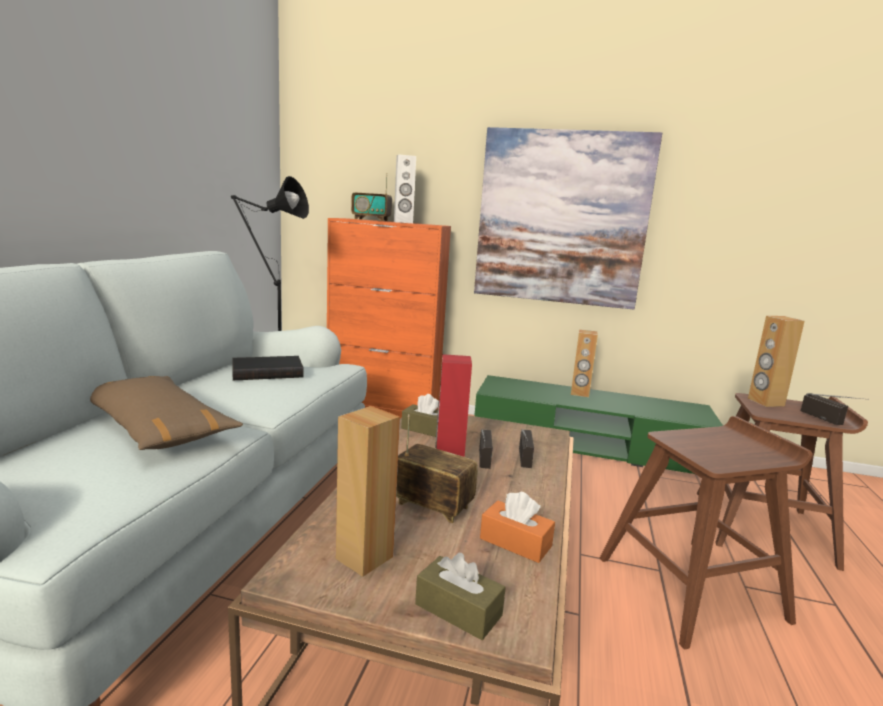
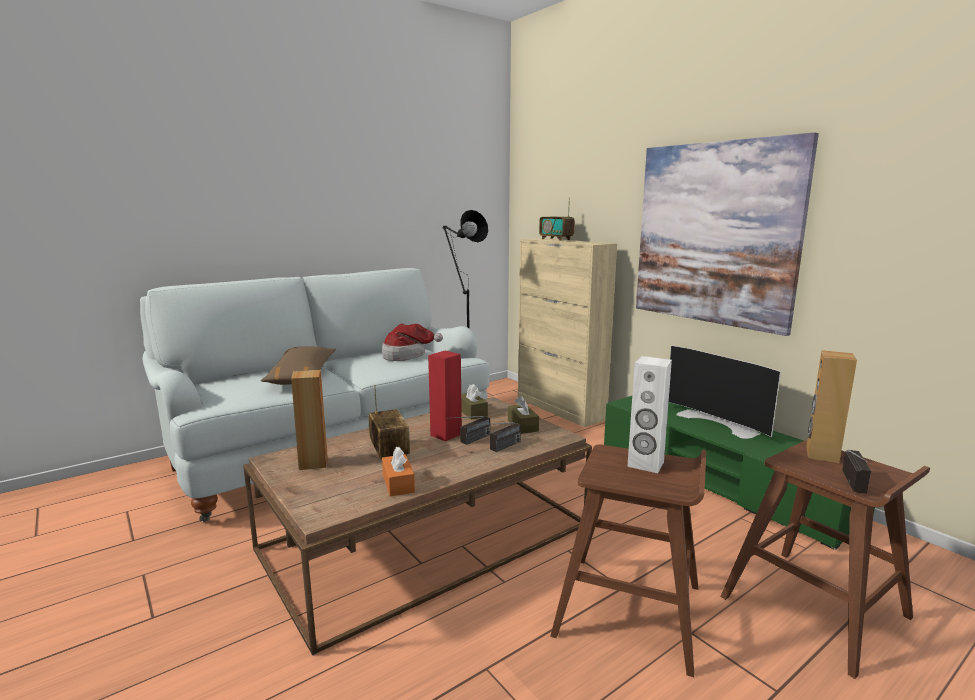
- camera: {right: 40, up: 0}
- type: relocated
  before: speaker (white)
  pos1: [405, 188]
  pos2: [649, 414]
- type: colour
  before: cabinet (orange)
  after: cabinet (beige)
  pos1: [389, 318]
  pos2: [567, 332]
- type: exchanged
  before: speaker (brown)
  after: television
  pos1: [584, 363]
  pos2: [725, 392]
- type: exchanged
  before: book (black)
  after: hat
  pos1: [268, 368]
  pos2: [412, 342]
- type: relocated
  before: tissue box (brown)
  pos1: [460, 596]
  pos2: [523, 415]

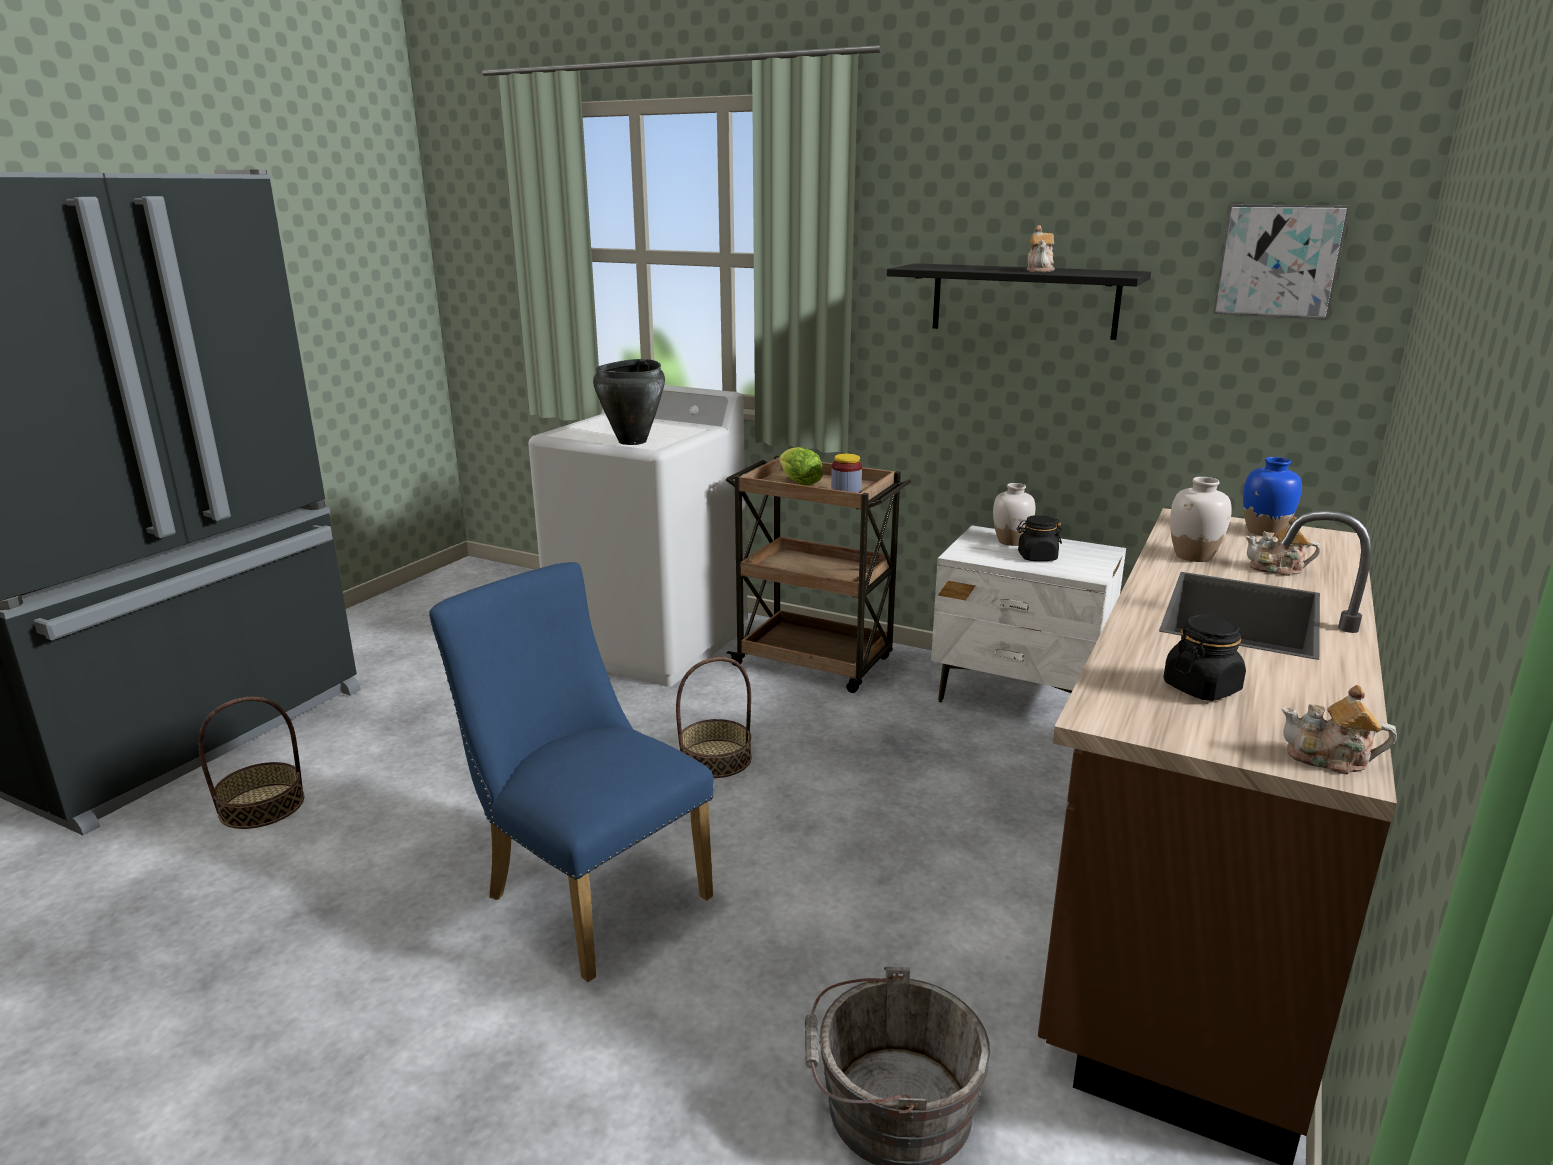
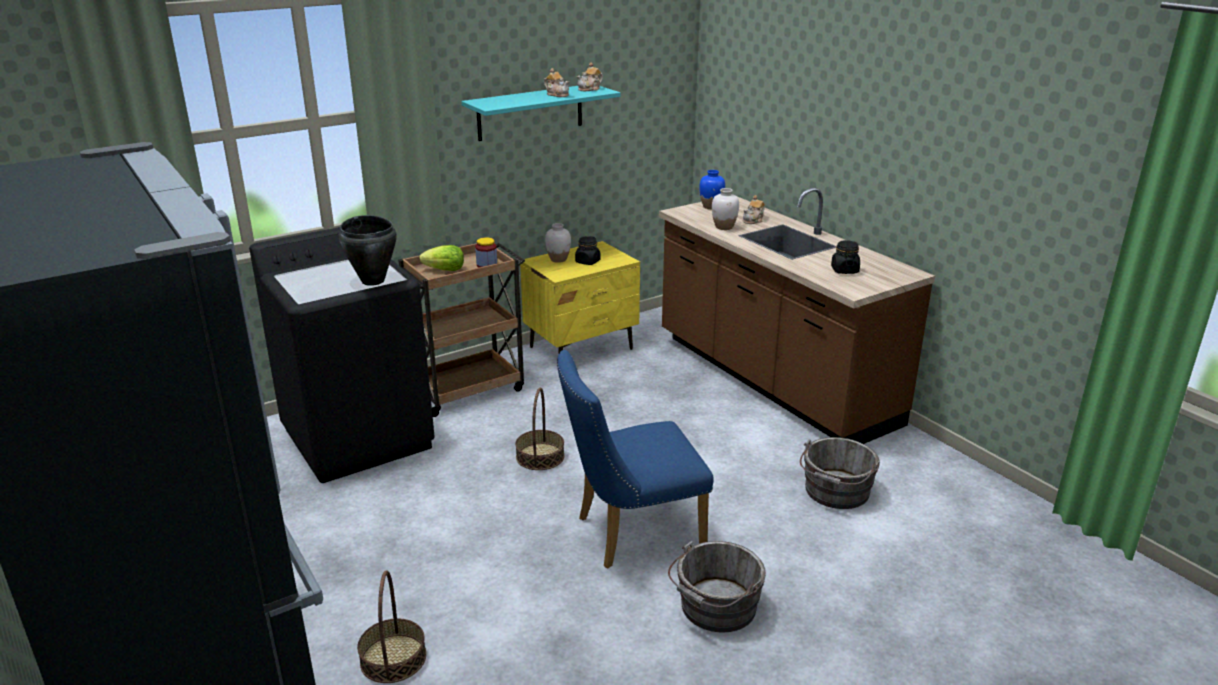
- camera: {right: -60, up: 5}
- type: missing
  before: picture
  pos1: [1281, 262]
- type: colour
  before: shelf (black)
  after: shelf (turquoise)
  pos1: [1019, 301]
  pos2: [540, 113]
- type: colour
  before: washing machine (white)
  after: washing machine (black)
  pos1: [638, 536]
  pos2: [342, 355]
- type: colour
  before: nightstand (white)
  after: nightstand (yellow)
  pos1: [1028, 613]
  pos2: [580, 297]
- type: relocated
  before: teapot
  pos1: [1339, 729]
  pos2: [589, 76]
- type: appeared
  after: bucket (grey)
  pos2: [717, 587]

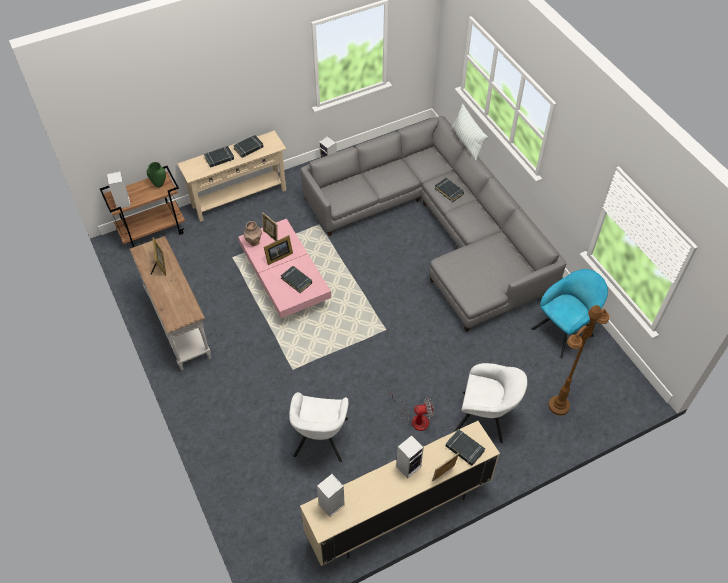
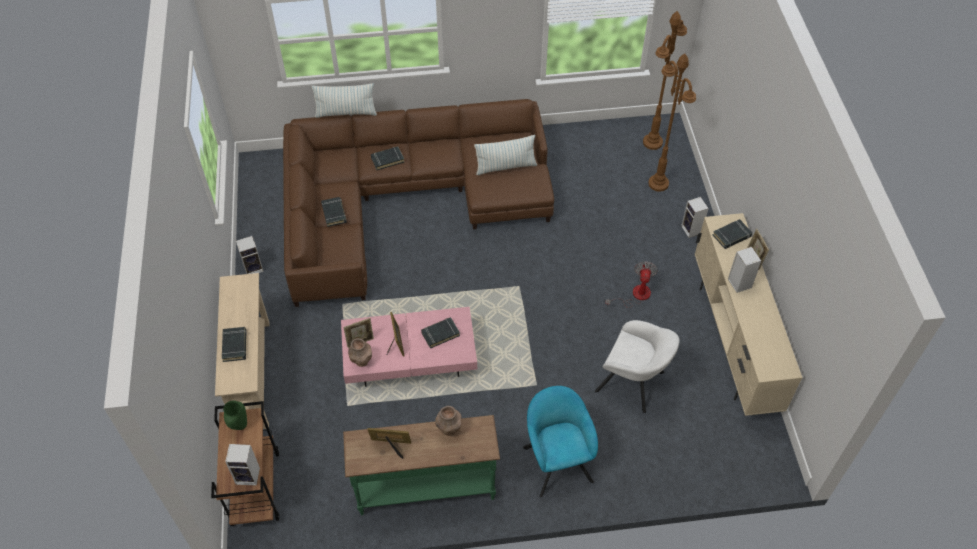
- camera: {right: -70, up: 0}
- type: colour
  before: sofa (grey)
  after: sofa (brown)
  pos1: [434, 224]
  pos2: [418, 203]
- type: relocated
  before: book (black)
  pos1: [248, 146]
  pos2: [334, 212]
- type: colour
  before: console table (white)
  after: console table (green)
  pos1: [170, 303]
  pos2: [421, 465]
- type: relocated
  before: armchair (turquoise)
  pos1: [569, 314]
  pos2: [560, 441]
- type: missing
  before: armchair (white)
  pos1: [490, 403]
- type: relocated
  before: speaker
  pos1: [331, 495]
  pos2: [695, 217]
- type: appeared
  after: floor lamp (brown)
  pos2: [665, 80]
- type: appeared
  after: pillow
  pos2: [505, 155]
- type: appeared
  after: vase (brown)
  pos2: [448, 421]

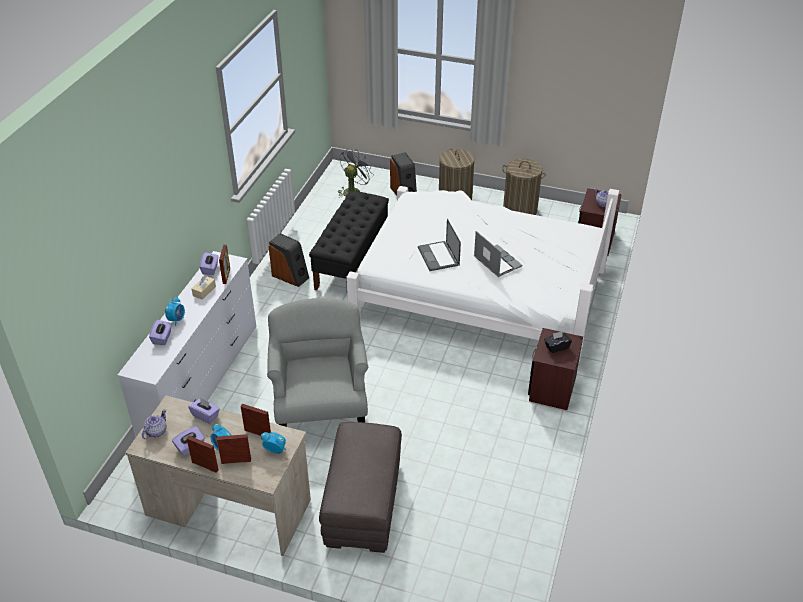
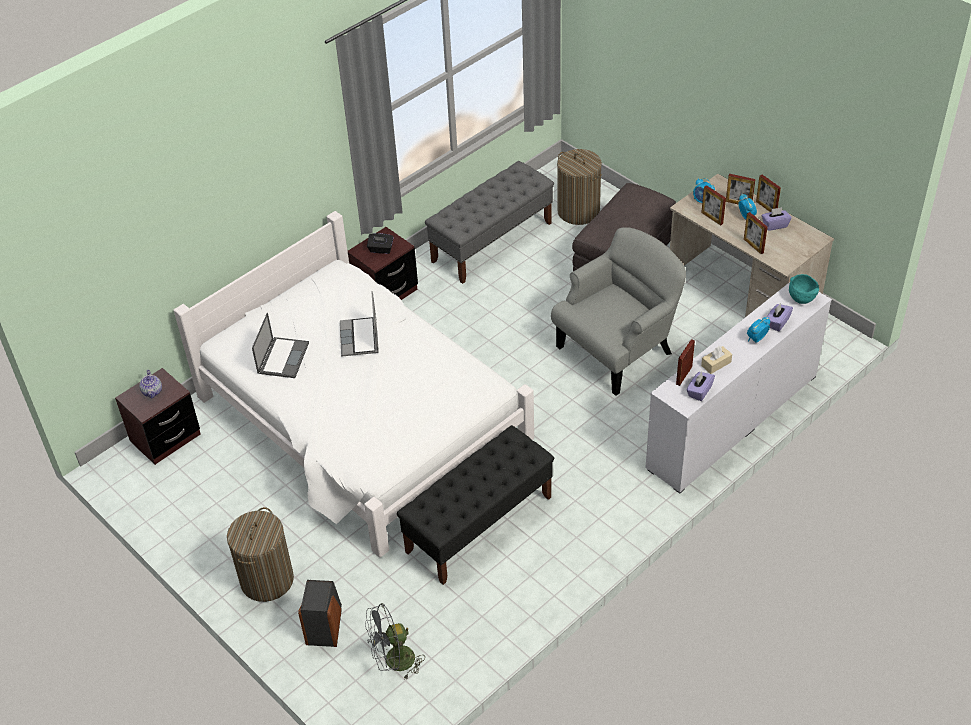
- camera: {right: -150, up: 5}
- type: relocated
  before: laundry basket
  pos1: [524, 187]
  pos2: [579, 187]
- type: relocated
  before: laptop
  pos1: [439, 245]
  pos2: [280, 345]
- type: missing
  before: speaker
  pos1: [289, 260]
- type: spun
  before: armchair (grey)
  pos1: [317, 362]
  pos2: [618, 311]
  turn: -150
- type: exchanged
  before: tissue box (purple)
  after: picture frame
  pos1: [204, 411]
  pos2: [756, 233]
- type: missing
  before: teapot
  pos1: [154, 424]
- type: appeared
  after: bench (grey)
  pos2: [489, 222]
- type: appeared
  after: bowl (turquoise)
  pos2: [804, 289]

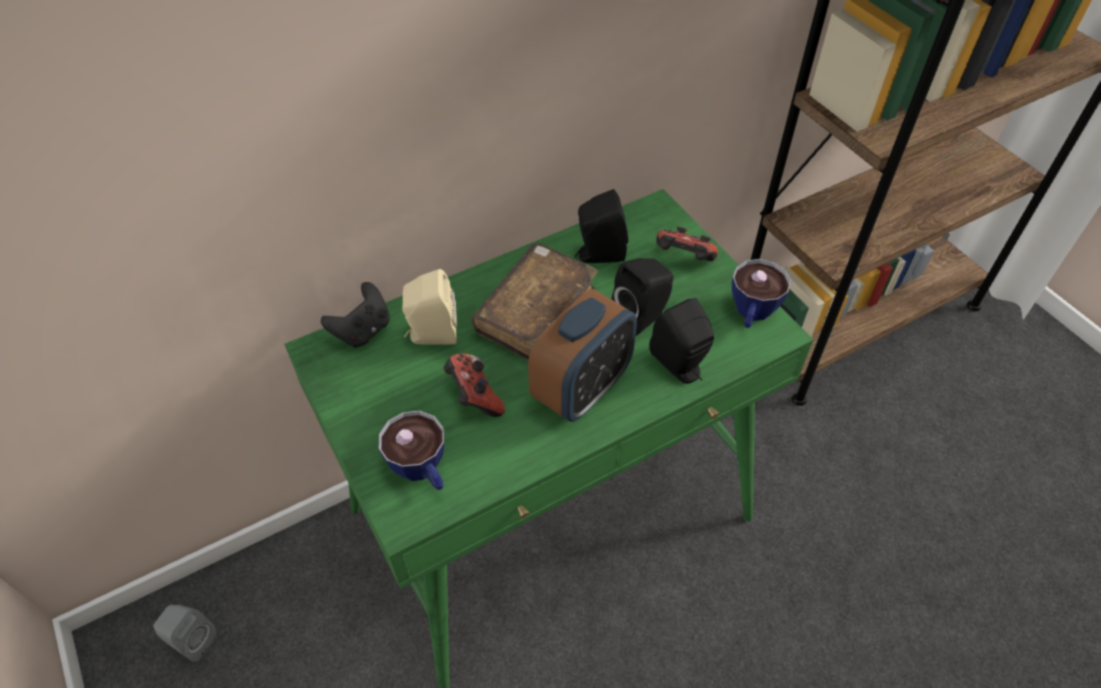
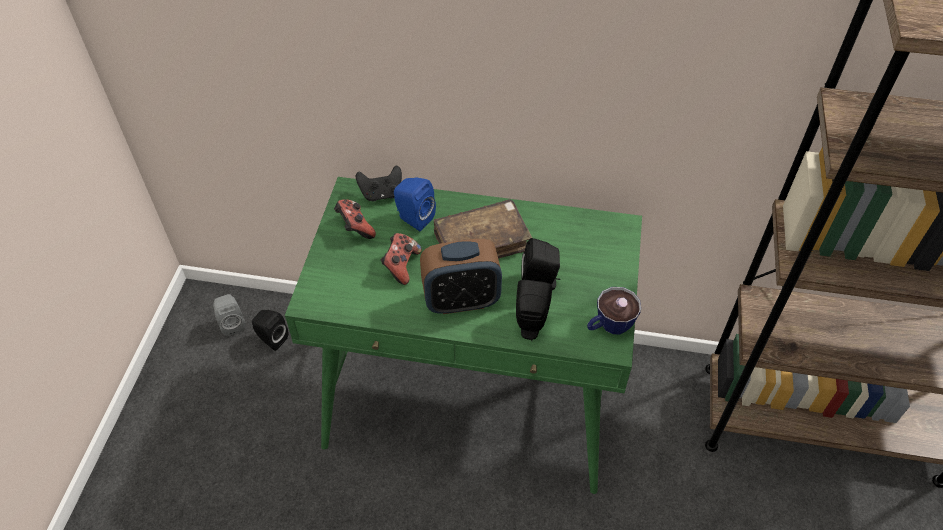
- camera: {right: 40, up: 0}
- type: relocated
  before: speaker (black)
  pos1: [601, 226]
  pos2: [270, 330]
- type: relocated
  before: game controller
  pos1: [687, 244]
  pos2: [355, 219]
- type: colour
  before: speaker (beige)
  after: speaker (blue)
  pos1: [429, 307]
  pos2: [415, 204]
- type: missing
  before: cup
  pos1: [411, 450]

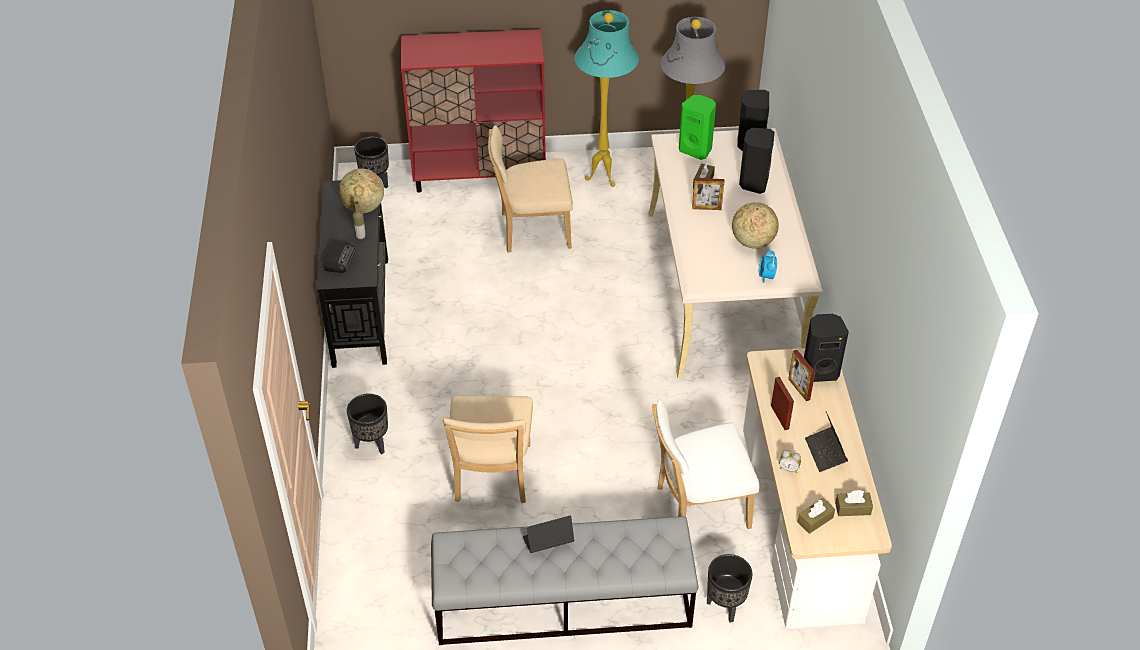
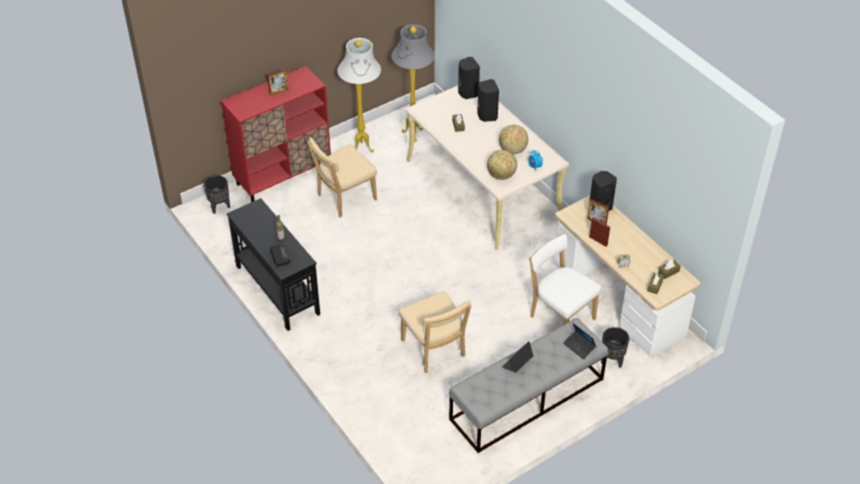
- camera: {right: -30, up: 0}
- type: colour
  before: floor lamp (turquoise)
  after: floor lamp (white)
  pos1: [606, 98]
  pos2: [359, 95]
- type: missing
  before: speaker (green)
  pos1: [697, 127]
- type: relocated
  before: globe
  pos1: [361, 190]
  pos2: [502, 165]
- type: relocated
  before: picture frame
  pos1: [708, 194]
  pos2: [278, 82]
- type: missing
  before: planter (black)
  pos1: [367, 423]
- type: spun
  before: chair (white)
  pos1: [705, 464]
  pos2: [565, 279]
  turn: 90
- type: relocated
  before: laptop
  pos1: [826, 441]
  pos2: [579, 341]

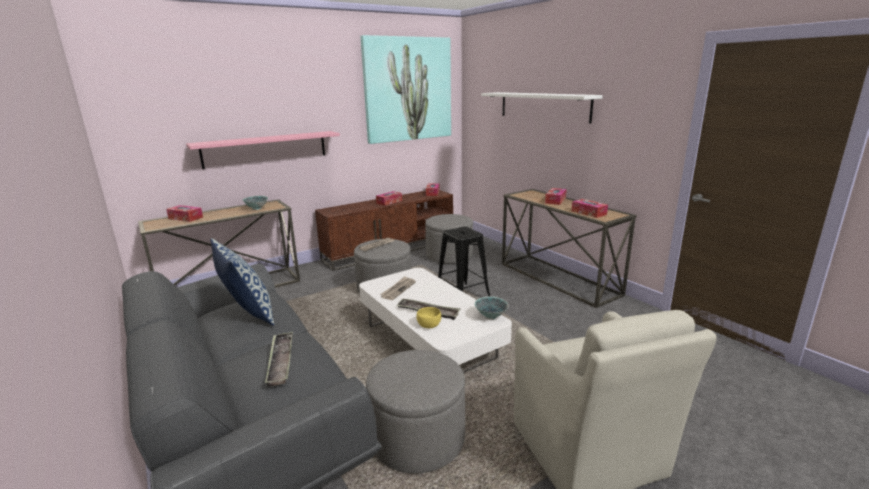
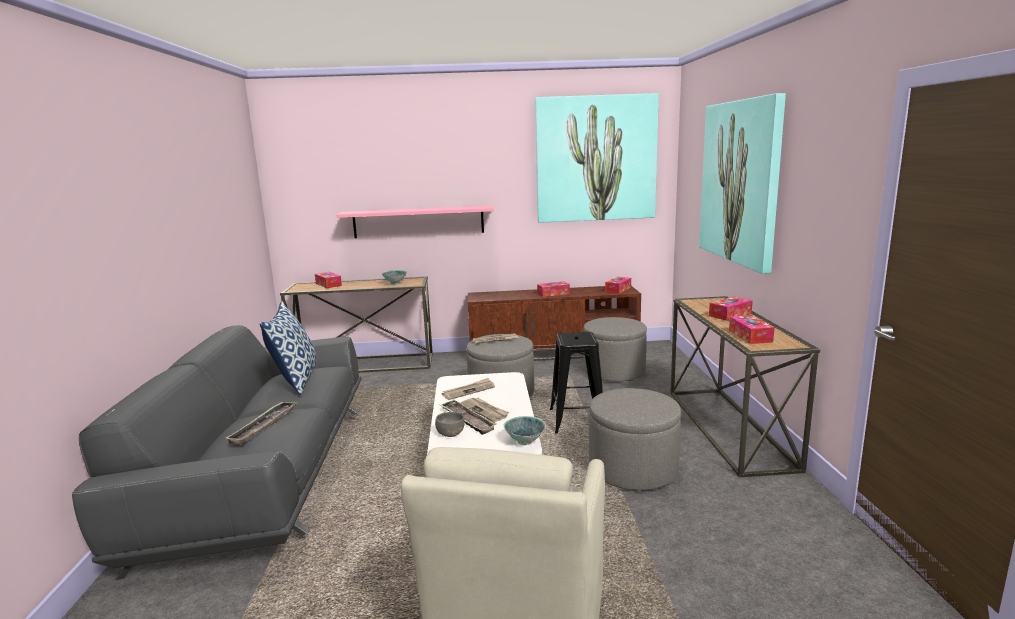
- camera: {right: 30, up: -5}
- type: exchanged
  before: shelf (white)
  after: picture
  pos1: [542, 107]
  pos2: [742, 183]
- type: colour
  before: bowl (yellow)
  after: bowl (grey)
  pos1: [428, 317]
  pos2: [450, 424]
- type: relocated
  before: ottoman (grey)
  pos1: [415, 412]
  pos2: [635, 439]
- type: appeared
  after: newspaper
  pos2: [485, 410]

